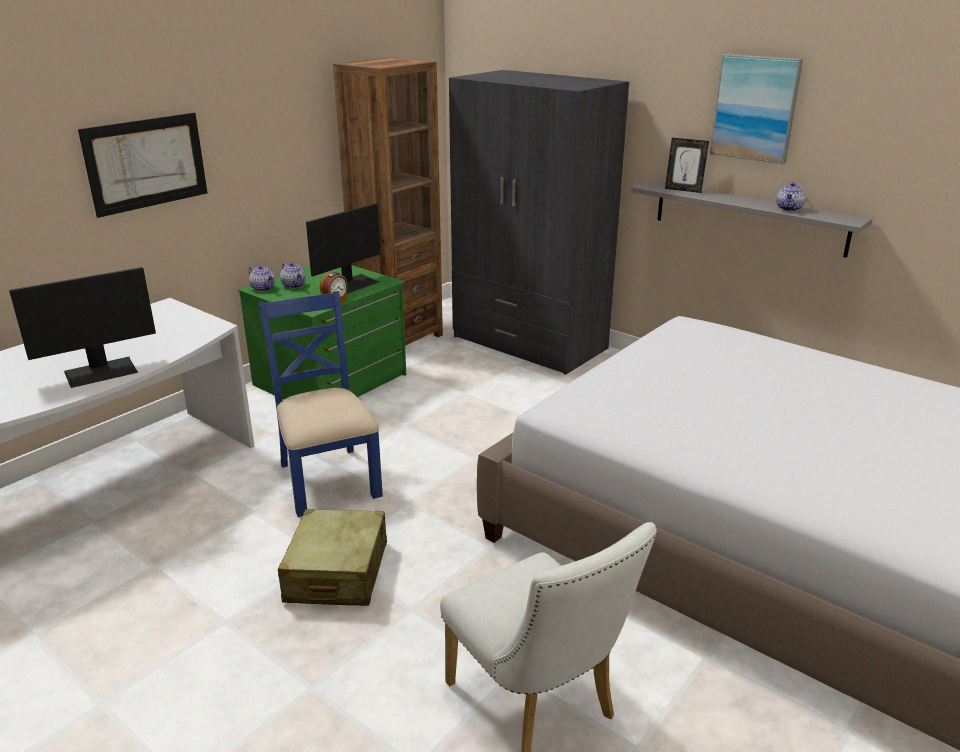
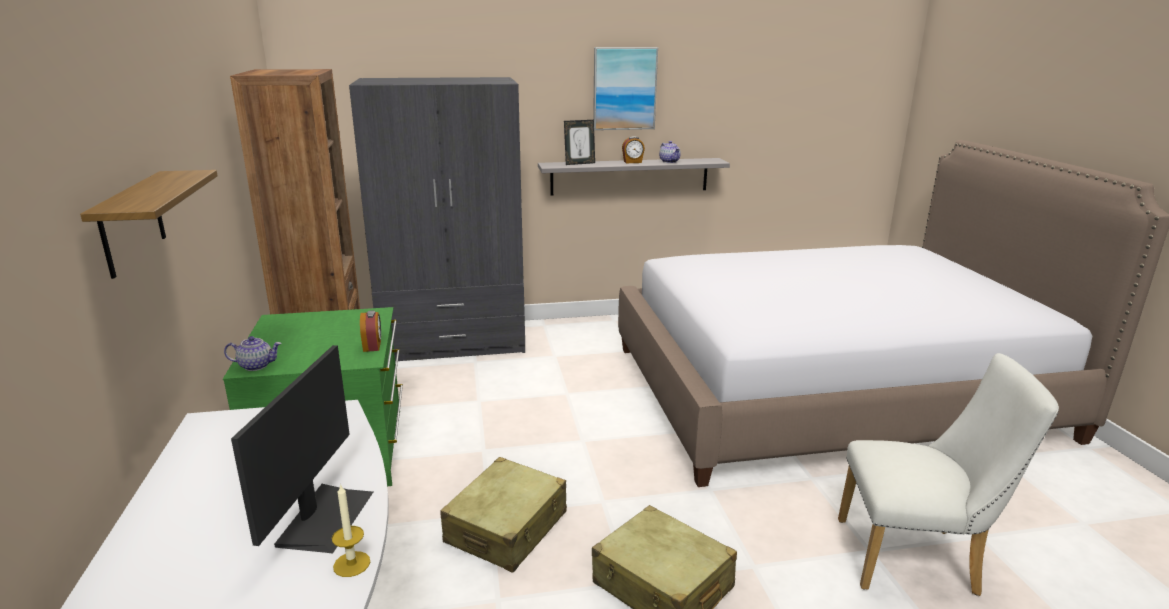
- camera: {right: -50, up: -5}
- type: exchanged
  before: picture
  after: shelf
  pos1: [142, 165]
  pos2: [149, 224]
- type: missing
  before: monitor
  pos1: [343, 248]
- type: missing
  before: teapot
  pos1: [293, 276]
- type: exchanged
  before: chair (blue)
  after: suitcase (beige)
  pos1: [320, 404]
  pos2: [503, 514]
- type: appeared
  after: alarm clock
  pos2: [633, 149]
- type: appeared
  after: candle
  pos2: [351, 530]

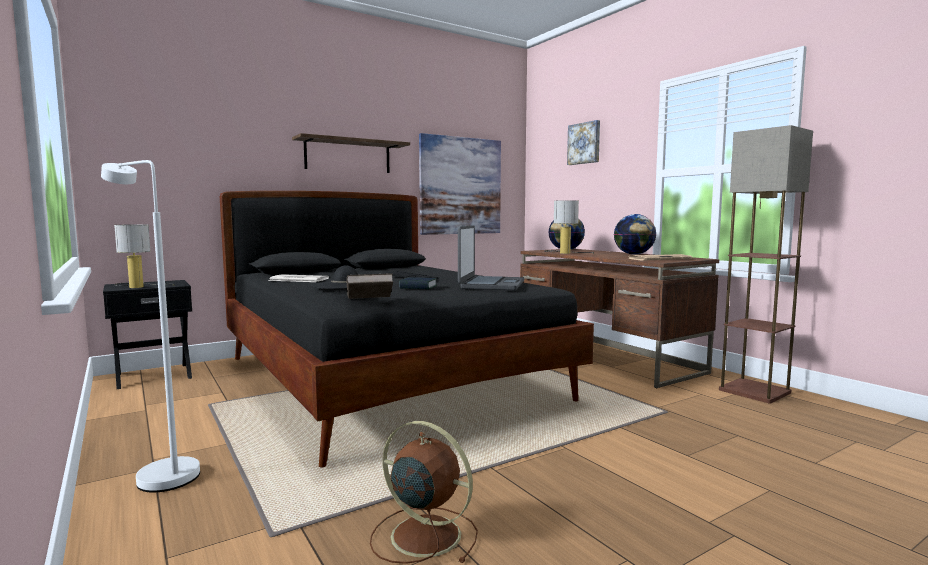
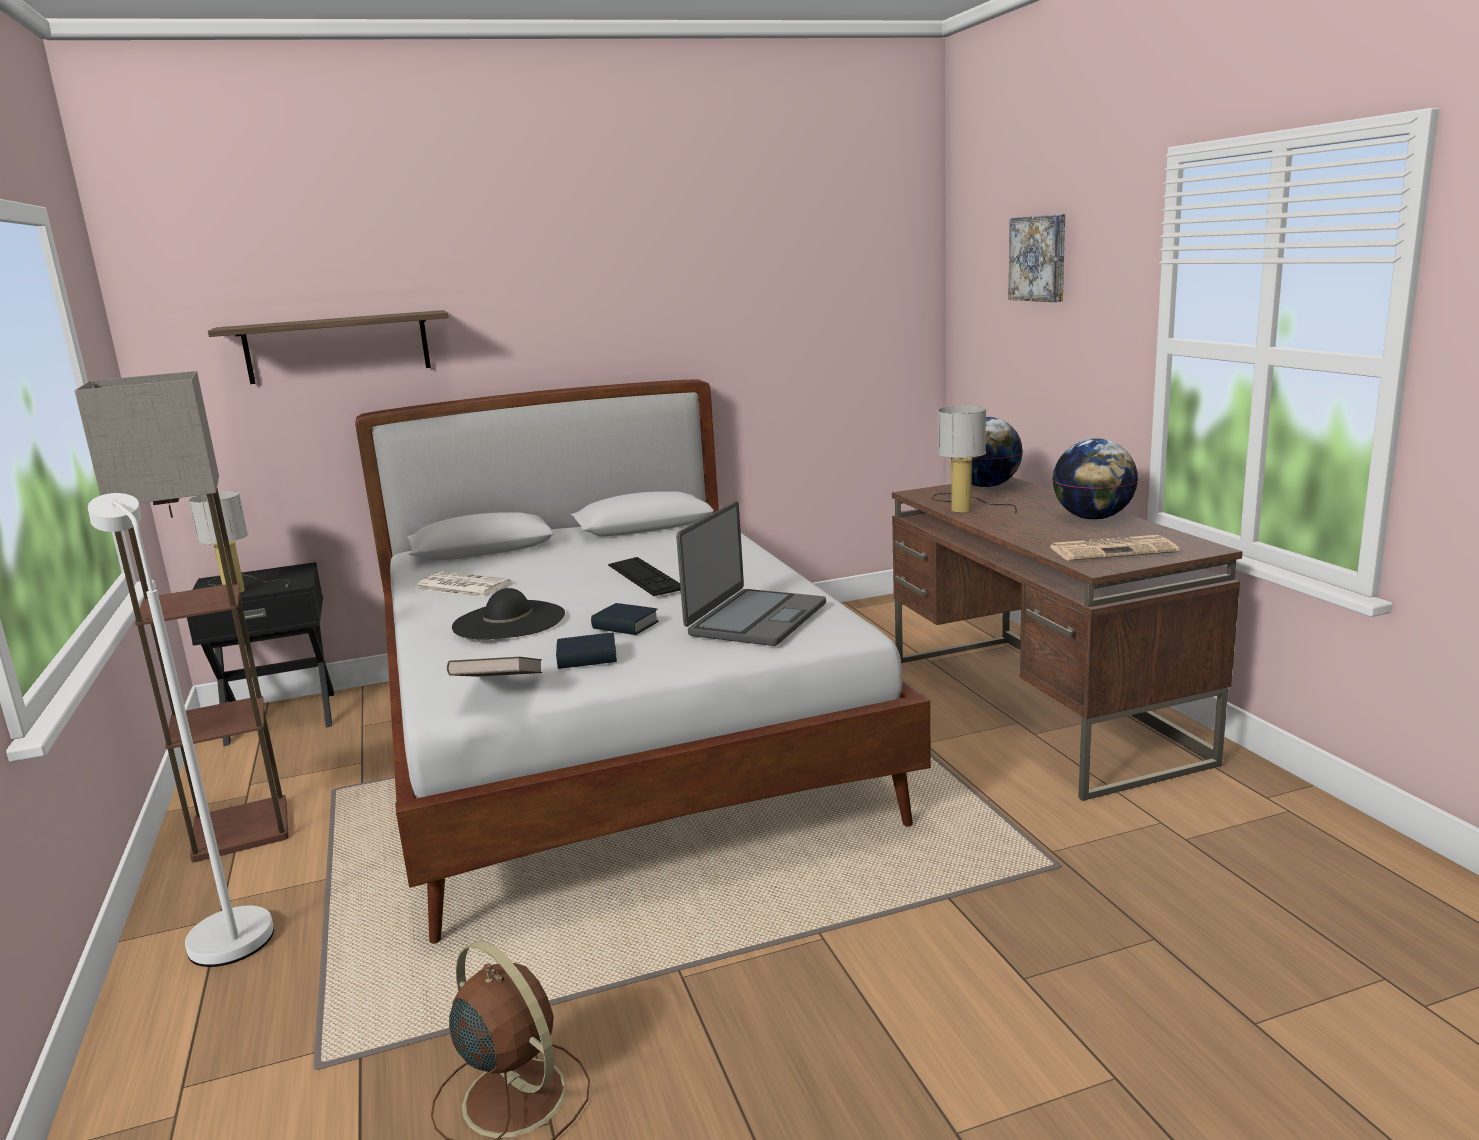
- camera: {right: 15, up: 10}
- type: relocated
  before: floor lamp
  pos1: [766, 264]
  pos2: [181, 617]
- type: relocated
  before: shelf
  pos1: [351, 153]
  pos2: [328, 347]
- type: missing
  before: picture
  pos1: [460, 184]
- type: colour
  before: bed (black)
  after: bed (white)
  pos1: [407, 329]
  pos2: [643, 662]
- type: appeared
  after: book
  pos2: [586, 651]

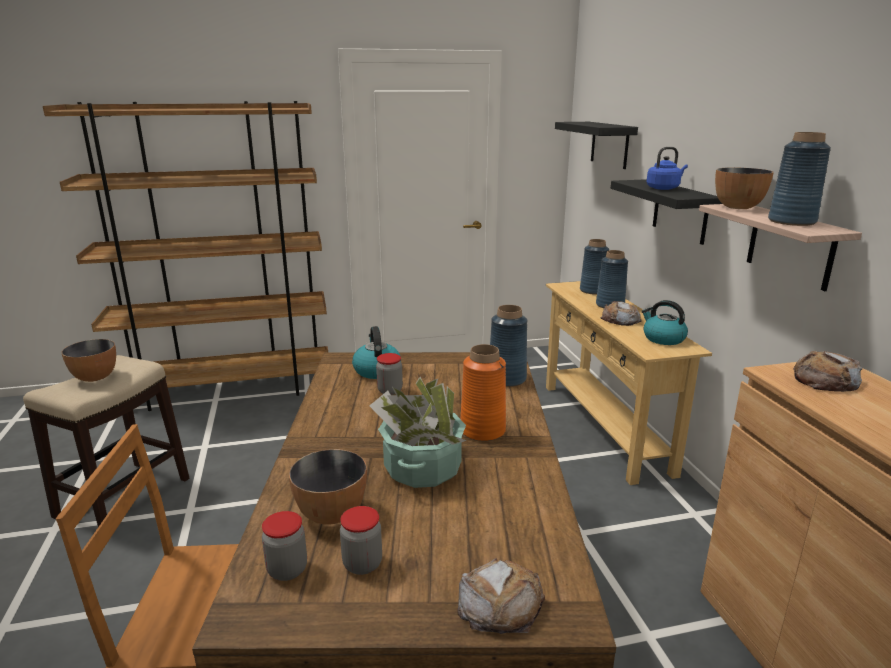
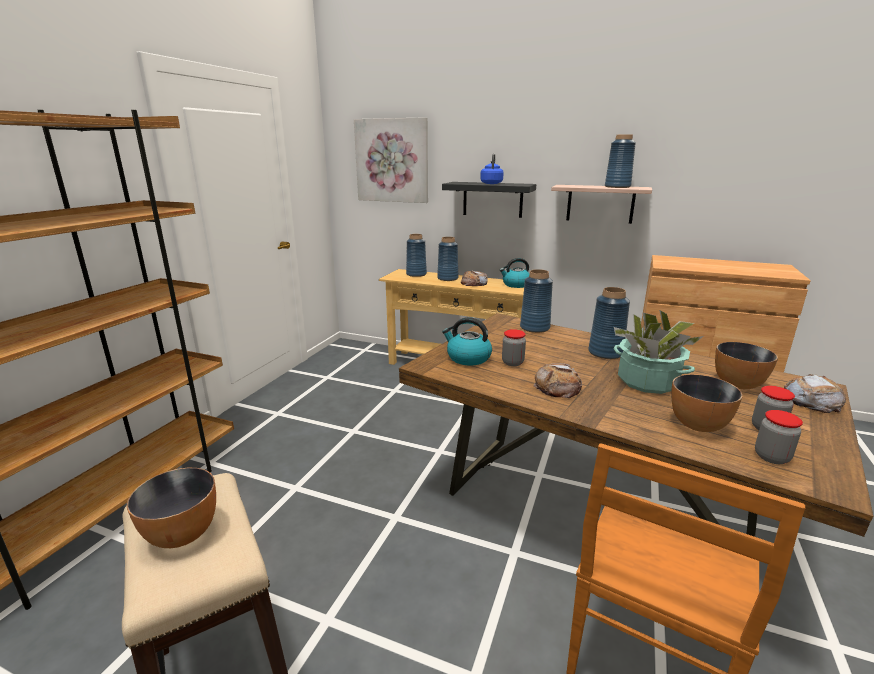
- camera: {right: -55, up: 0}
- type: exchanged
  before: shelf (black)
  after: picture
  pos1: [596, 145]
  pos2: [391, 160]
- type: relocated
  before: bowl
  pos1: [744, 188]
  pos2: [746, 365]
- type: colour
  before: vase (orange)
  after: vase (blue)
  pos1: [483, 392]
  pos2: [609, 323]
- type: relocated
  before: bread
  pos1: [828, 371]
  pos2: [557, 380]

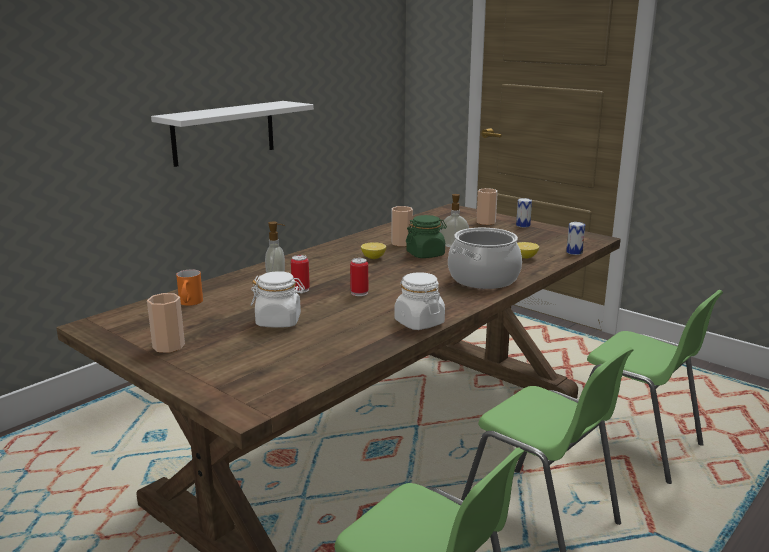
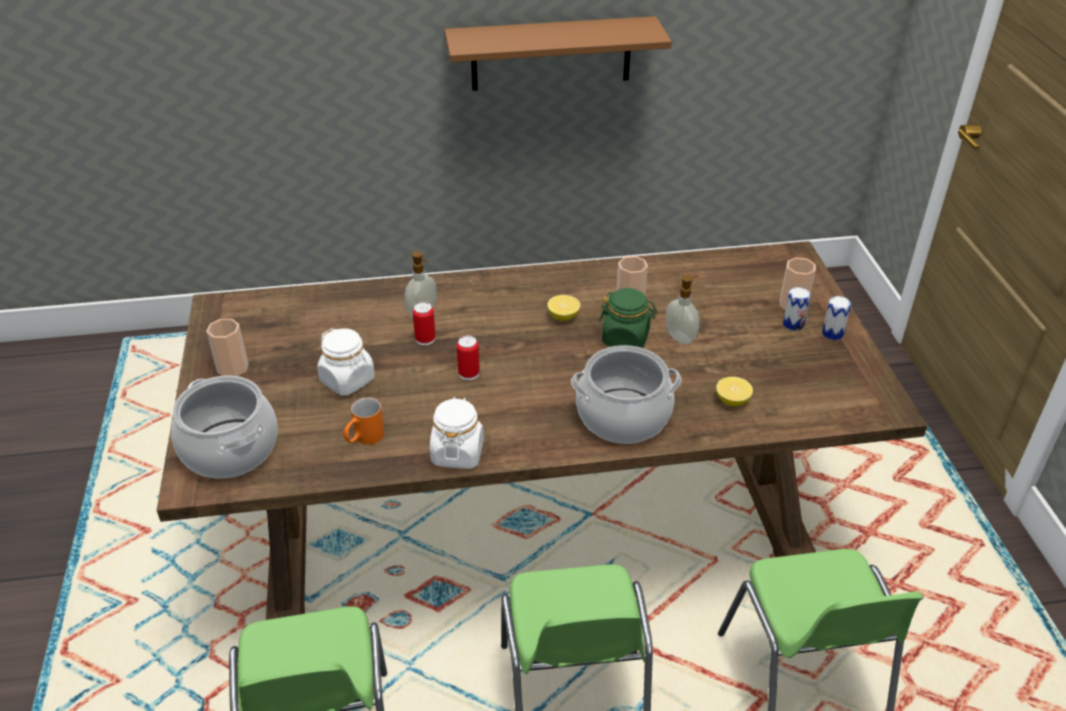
- camera: {right: 40, up: 20}
- type: colour
  before: shelf (white)
  after: shelf (brown)
  pos1: [232, 134]
  pos2: [558, 53]
- type: relocated
  before: can
  pos1: [575, 238]
  pos2: [797, 309]
- type: relocated
  before: mug (orange)
  pos1: [189, 287]
  pos2: [363, 421]
- type: appeared
  after: cooking pot
  pos2: [224, 427]

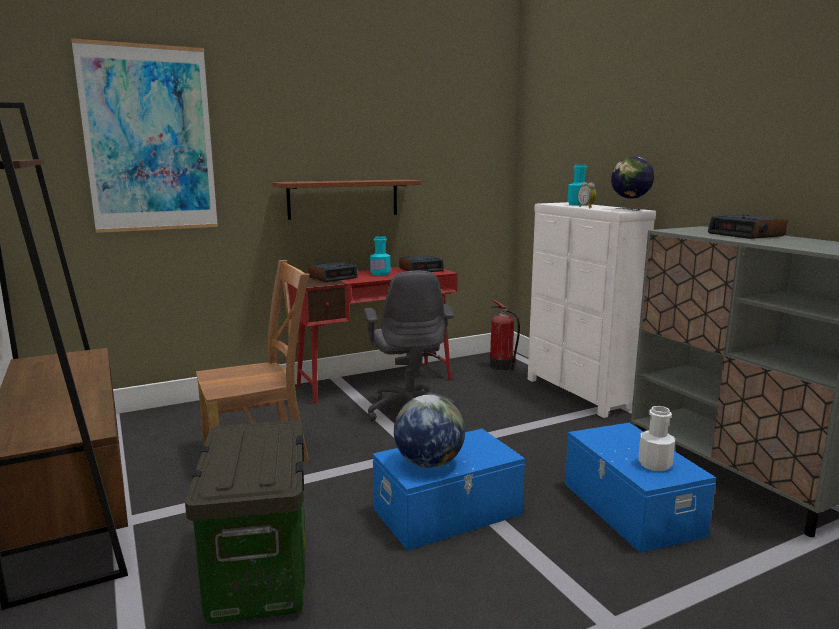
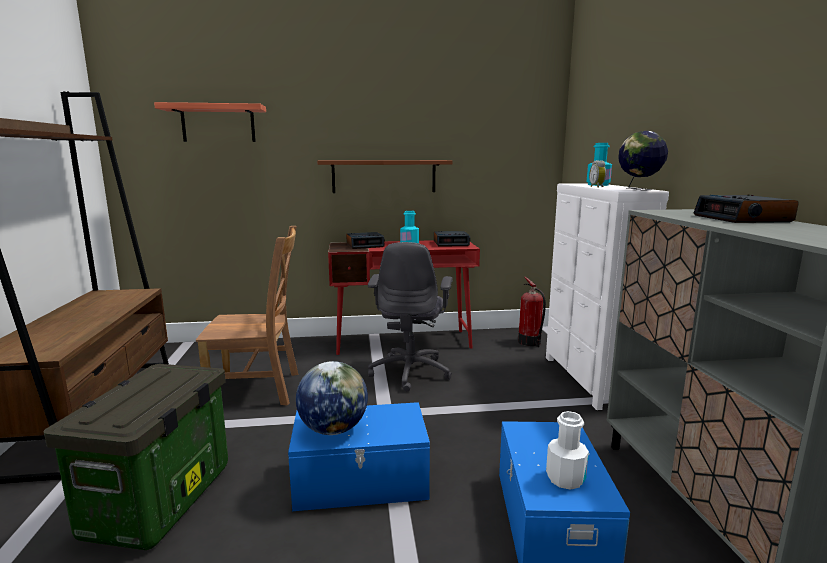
- camera: {right: 20, up: 0}
- type: exchanged
  before: picture
  after: shelf
  pos1: [144, 135]
  pos2: [210, 122]

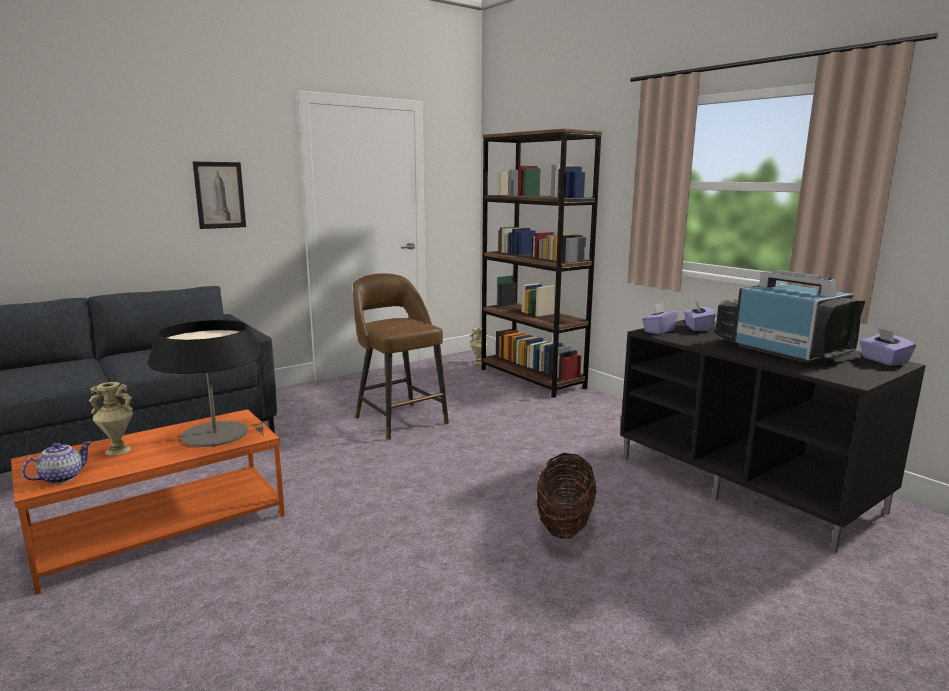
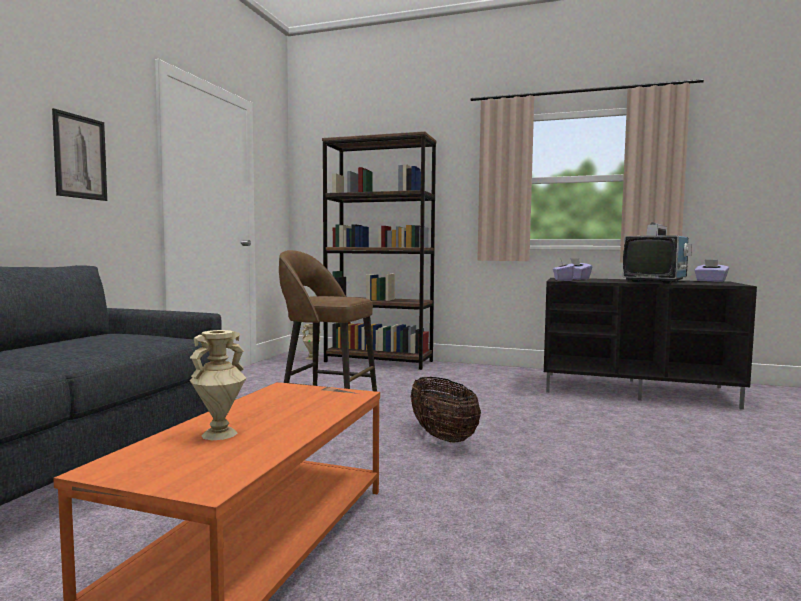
- camera: {right: -35, up: -10}
- type: spun
  before: television
  pos1: [789, 316]
  pos2: [657, 252]
  turn: 105
- type: missing
  before: table lamp
  pos1: [205, 383]
- type: missing
  before: teapot
  pos1: [56, 462]
- type: relocated
  before: basket
  pos1: [567, 496]
  pos2: [446, 410]

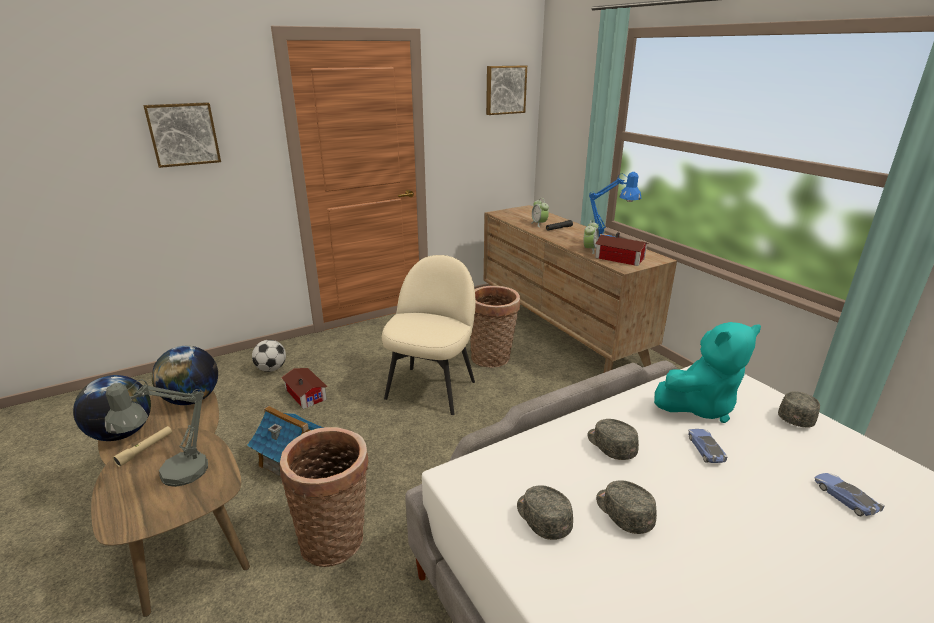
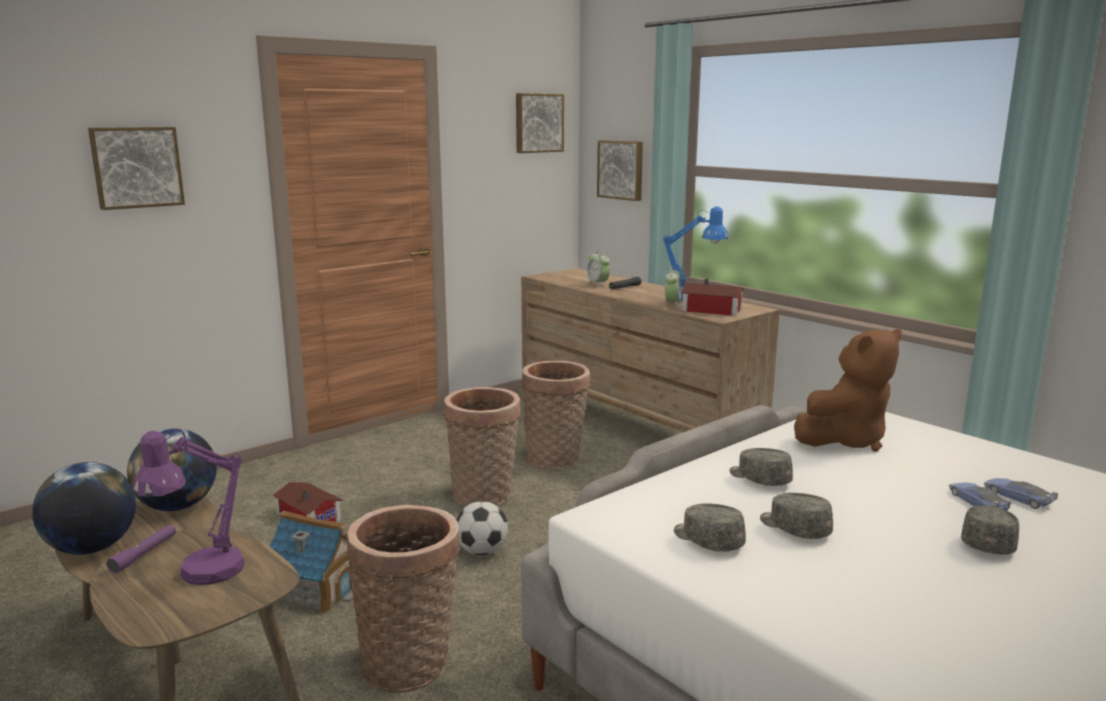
- camera: {right: -10, up: -10}
- type: exchanged
  before: chair (beige)
  after: basket
  pos1: [429, 335]
  pos2: [482, 446]
- type: colour
  before: plush toy (turquoise)
  after: plush toy (brown)
  pos1: [707, 372]
  pos2: [848, 390]
- type: relocated
  before: football
  pos1: [269, 356]
  pos2: [482, 528]
- type: colour
  before: table lamp (grey)
  after: table lamp (purple)
  pos1: [156, 433]
  pos2: [188, 507]
- type: relocated
  before: cap (grey)
  pos1: [799, 409]
  pos2: [990, 530]
- type: colour
  before: flashlight (beige)
  after: flashlight (purple)
  pos1: [142, 446]
  pos2: [141, 549]
- type: relocated
  before: toy car
  pos1: [707, 446]
  pos2: [980, 496]
- type: appeared
  after: picture
  pos2: [620, 170]

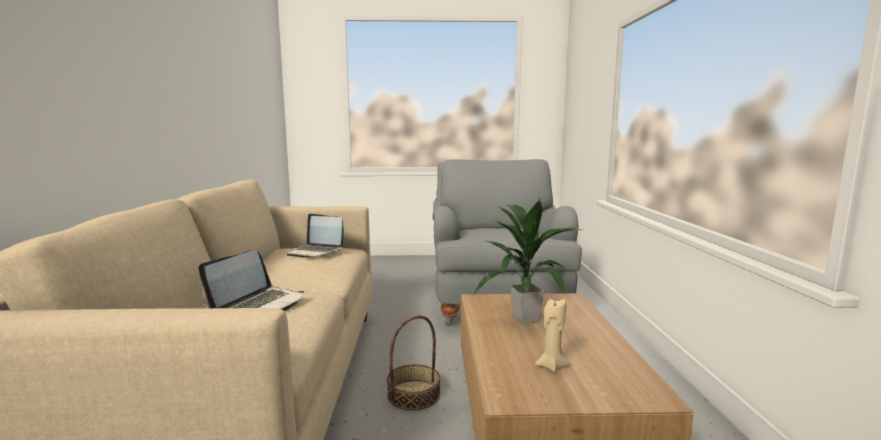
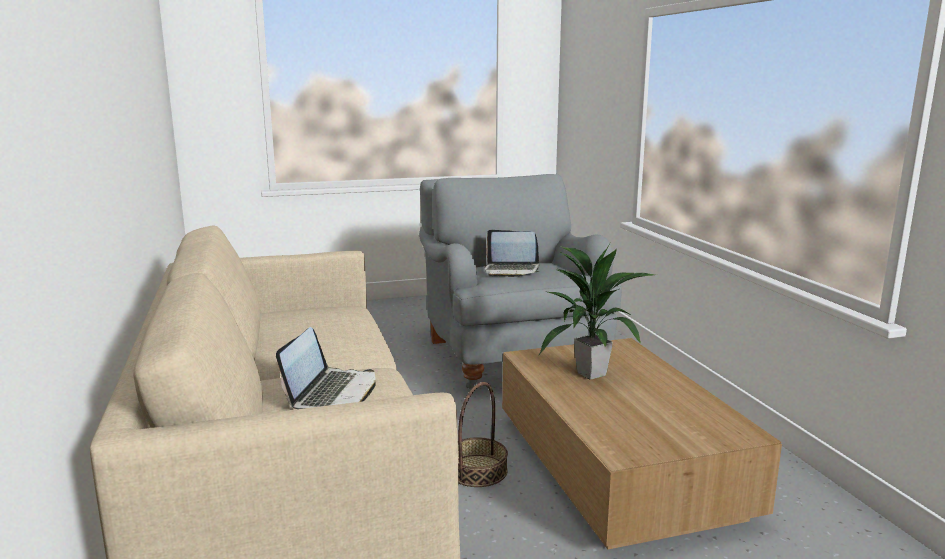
- camera: {right: -15, up: 5}
- type: relocated
  before: laptop
  pos1: [315, 235]
  pos2: [512, 253]
- type: missing
  before: candle (beige)
  pos1: [552, 335]

